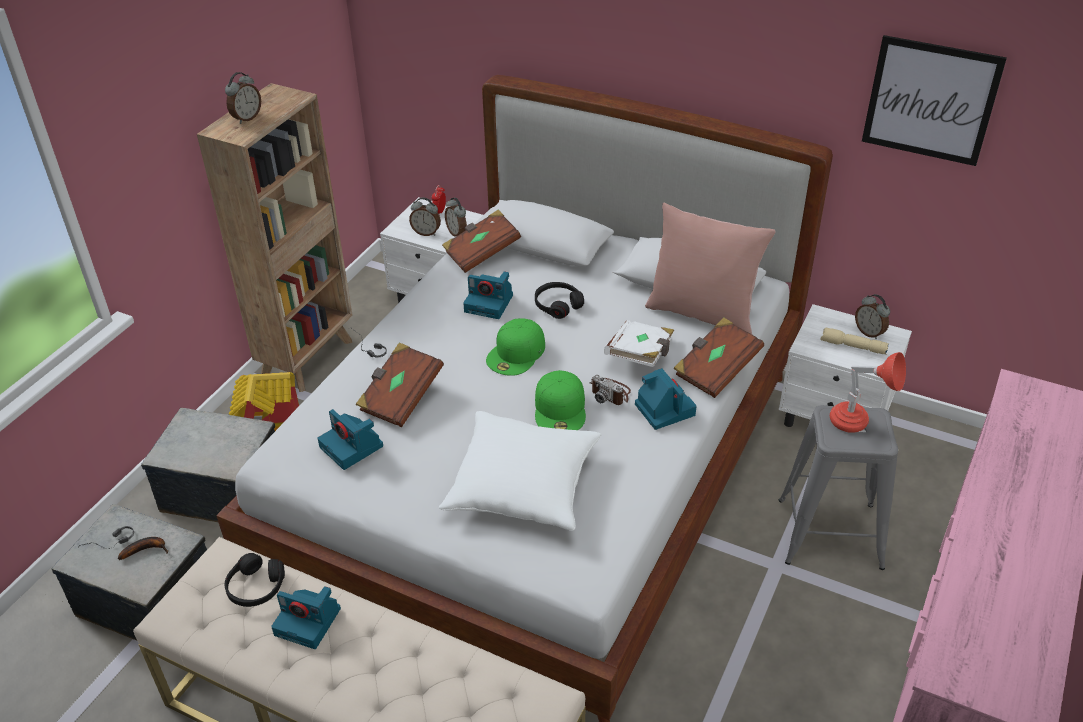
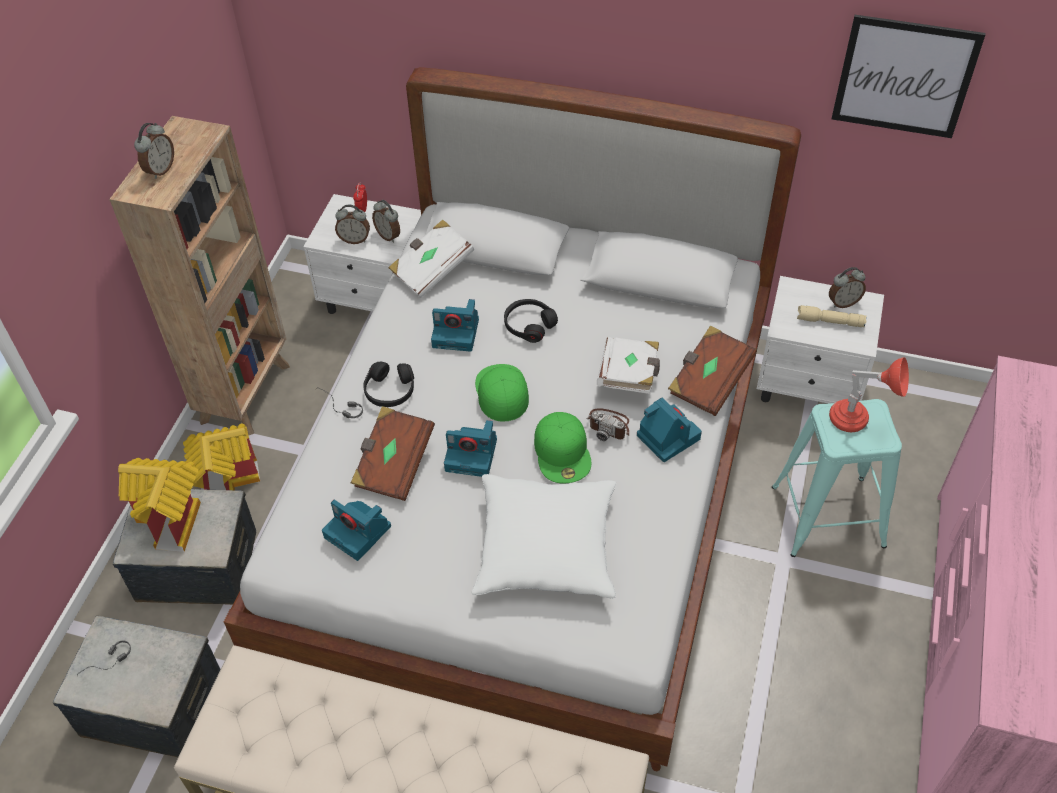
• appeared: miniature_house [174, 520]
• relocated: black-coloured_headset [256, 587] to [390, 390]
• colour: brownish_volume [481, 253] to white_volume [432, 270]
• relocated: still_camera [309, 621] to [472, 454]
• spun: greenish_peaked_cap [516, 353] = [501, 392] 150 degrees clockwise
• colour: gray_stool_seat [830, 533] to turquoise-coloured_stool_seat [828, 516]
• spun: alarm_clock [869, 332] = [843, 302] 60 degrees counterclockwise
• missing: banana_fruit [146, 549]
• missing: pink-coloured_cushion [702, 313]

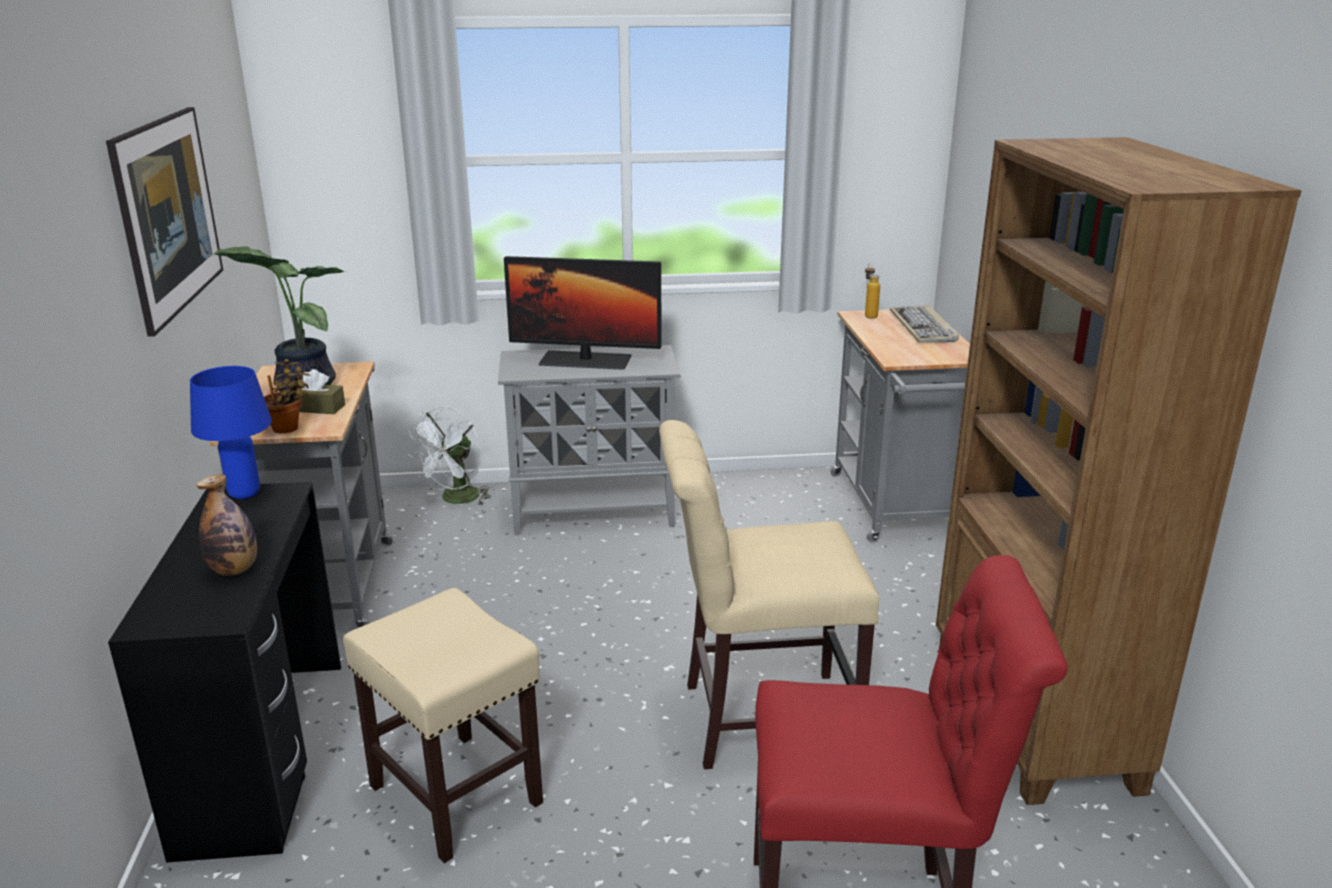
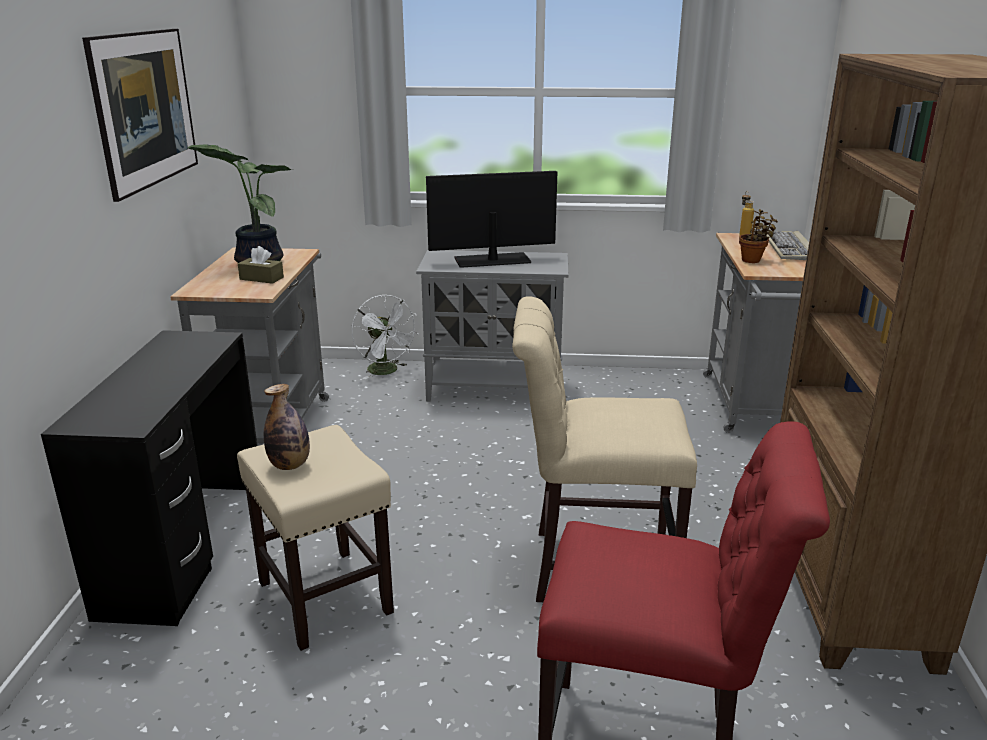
• relocated: drink_bottle [234, 570] to [290, 465]
• spun: white_fan [456, 500] = [387, 371] 75 degrees counterclockwise
• spun: computer_display [585, 360] = [492, 260] 150 degrees clockwise
• relocated: plant_in_a_pot [289, 428] to [753, 260]
• missing: blue-coloured_tabletop_lamp [245, 493]

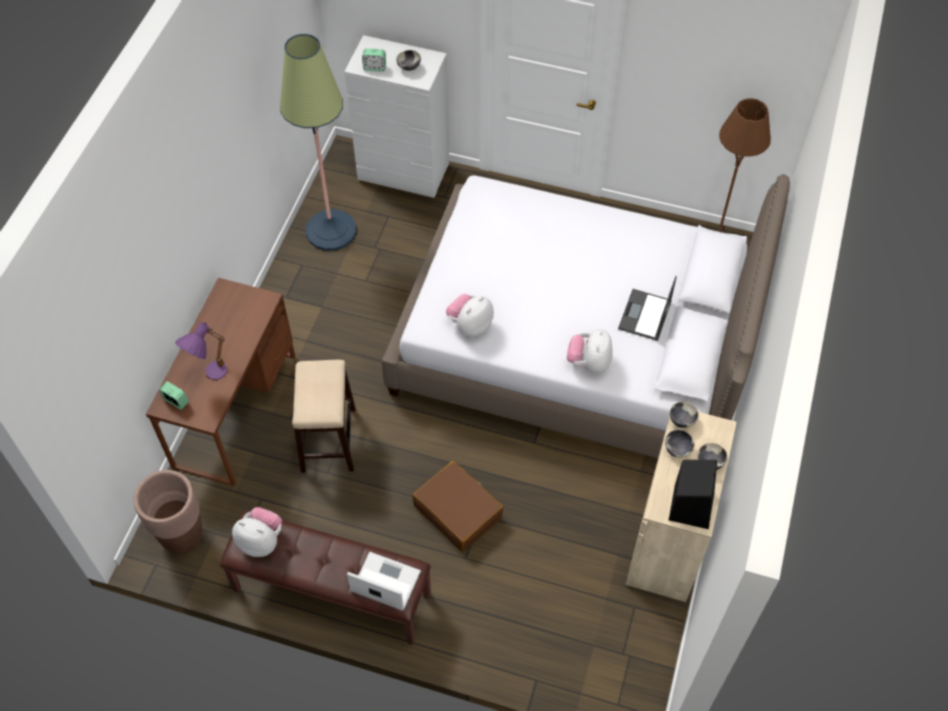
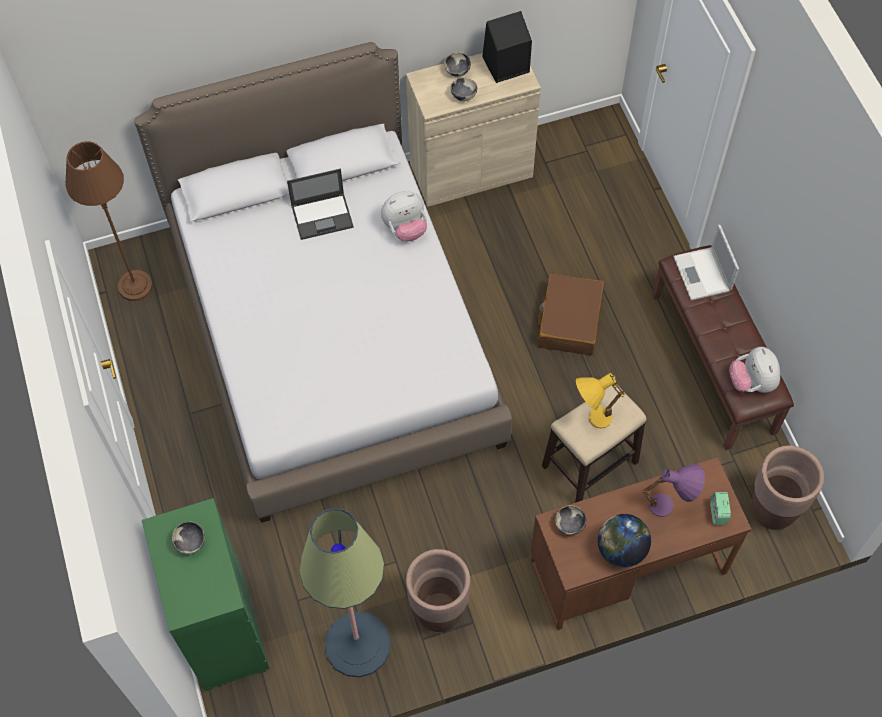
• colour: white_dresser [404, 172] to greenish_dresser [224, 629]
• appeared: brownish_planter [438, 612]
• relocated: deep_dish [682, 420] to [569, 525]
• appeared: yellow-coloured_tabletop_lamp [591, 419]
• appeared: desk_globe [621, 549]
• missing: alarm_clock [374, 67]
• missing: cuddly_toy [470, 325]

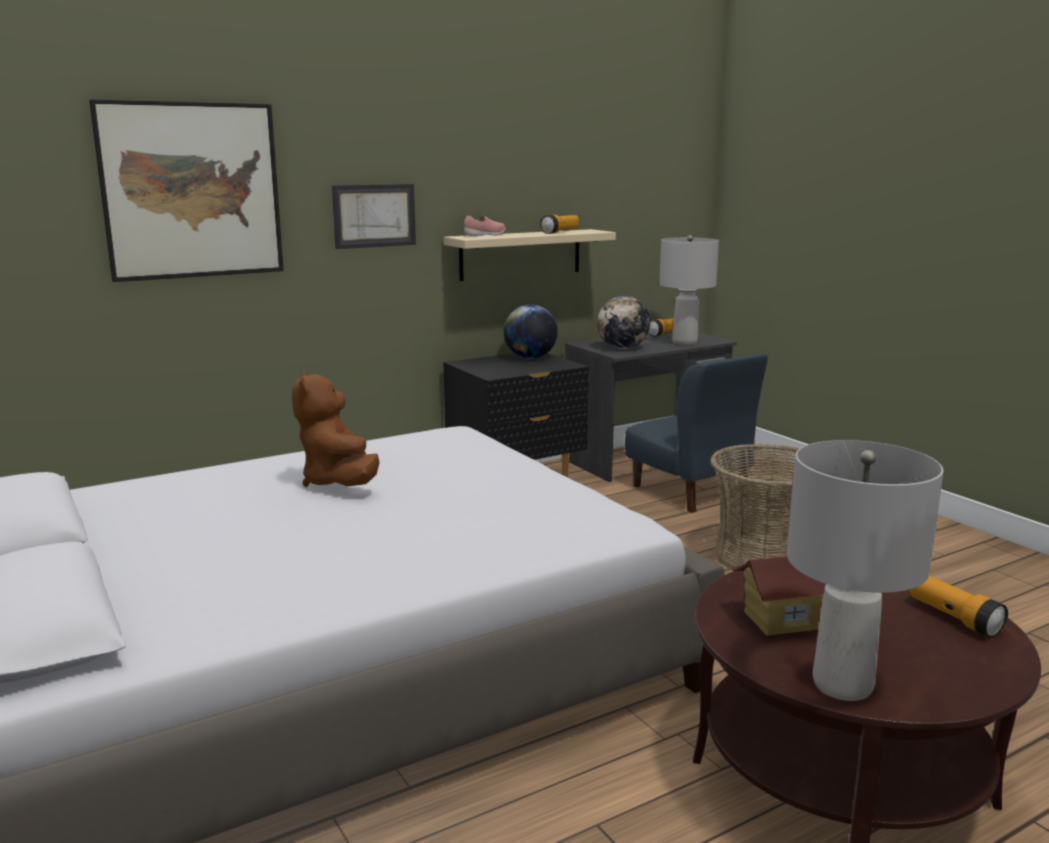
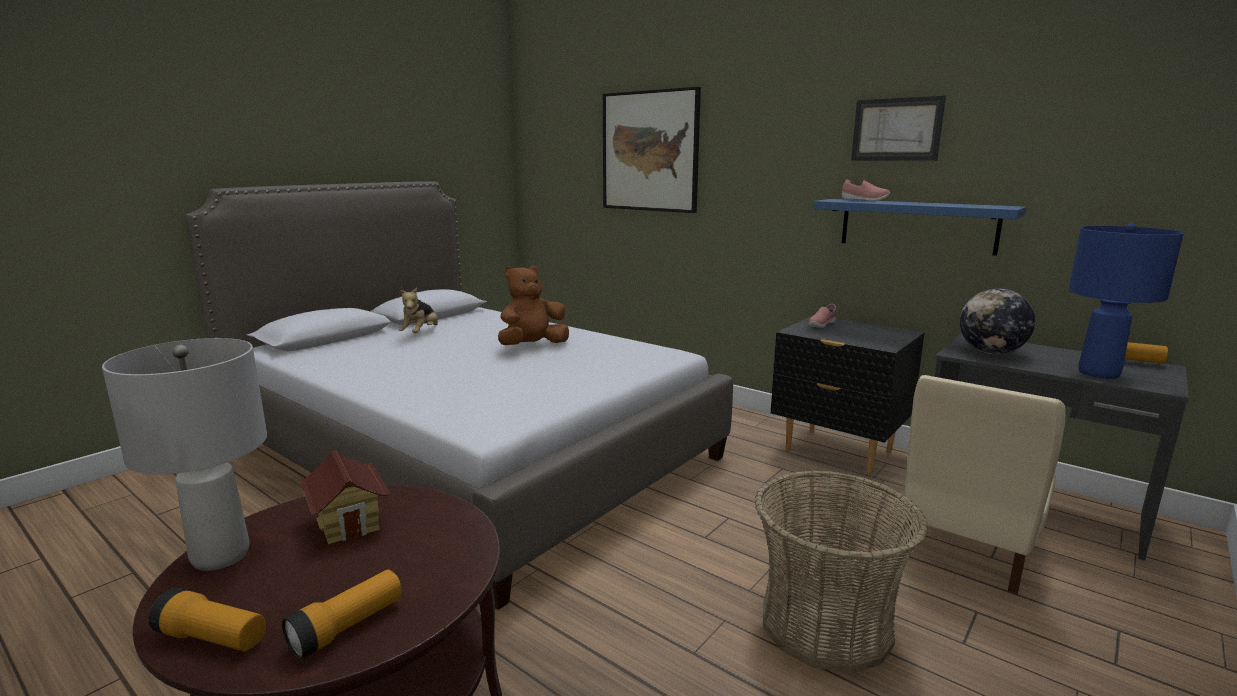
• relocated: flashlight [560, 232] to [212, 638]
• appeared: cuddly_toy [421, 333]
• appeared: pink-coloured_item_of_footwear [821, 325]
• colour: sand-coloured_bracket_shelf [520, 254] to blue-coloured_bracket_shelf [917, 225]
• relocated: picture [374, 215] to [896, 129]
• colour: blue-coloured_chair [690, 491] to sand-coloured_chair [966, 547]
• colour: gray_tabletop_lamp [685, 342] to blue-coloured_tabletop_lamp [1099, 373]
• missing: desk_globe [530, 358]

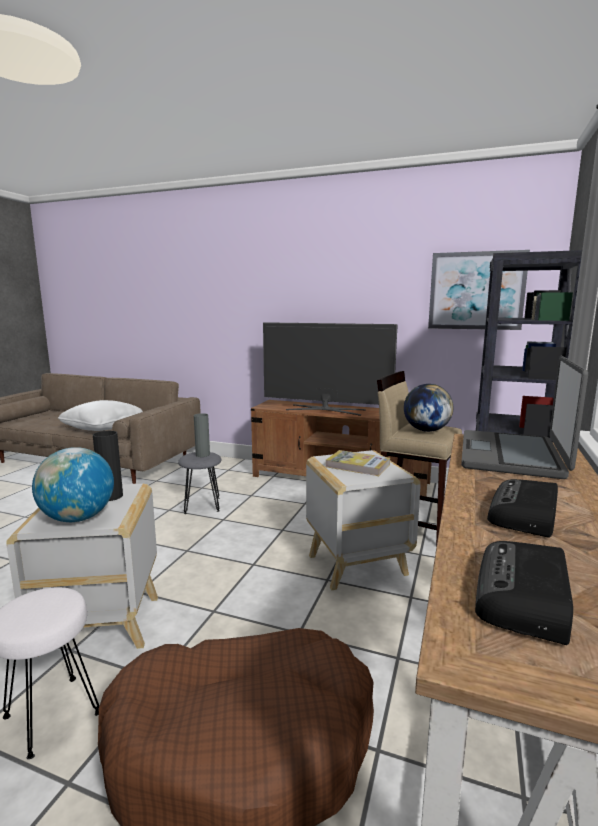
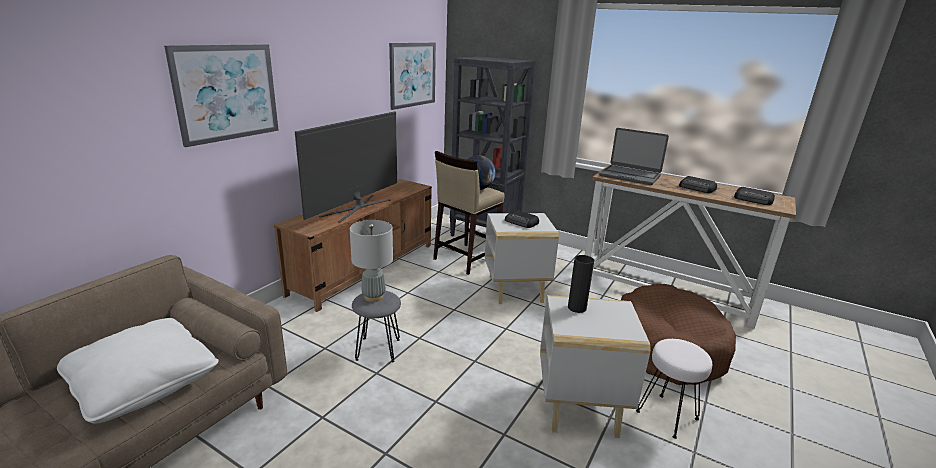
• appeared: picture [227, 93]
• exchanged: gray_flower_vase [202, 455] to gray_tabletop_lamp [374, 297]
• exchanged: volume [357, 466] to radio_receiver [521, 222]
• missing: desk_globe [78, 518]

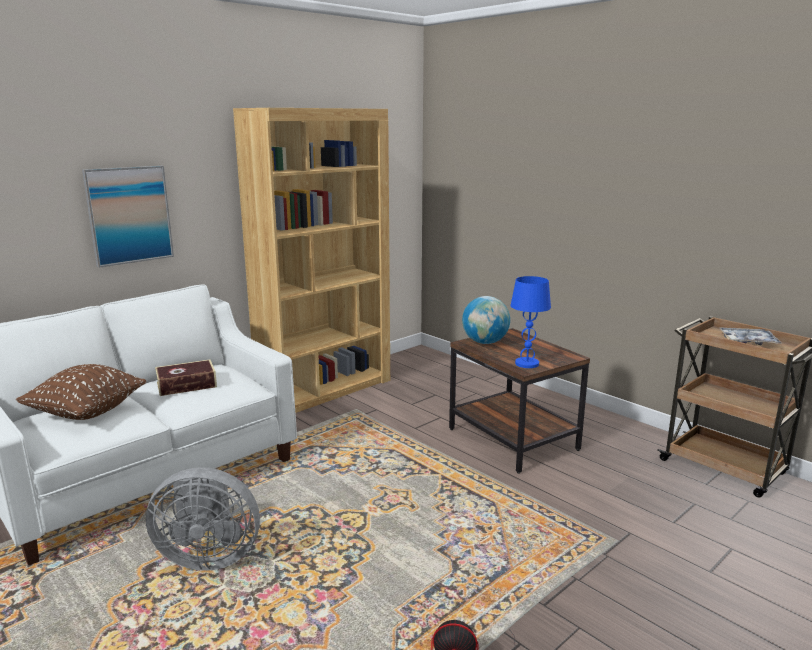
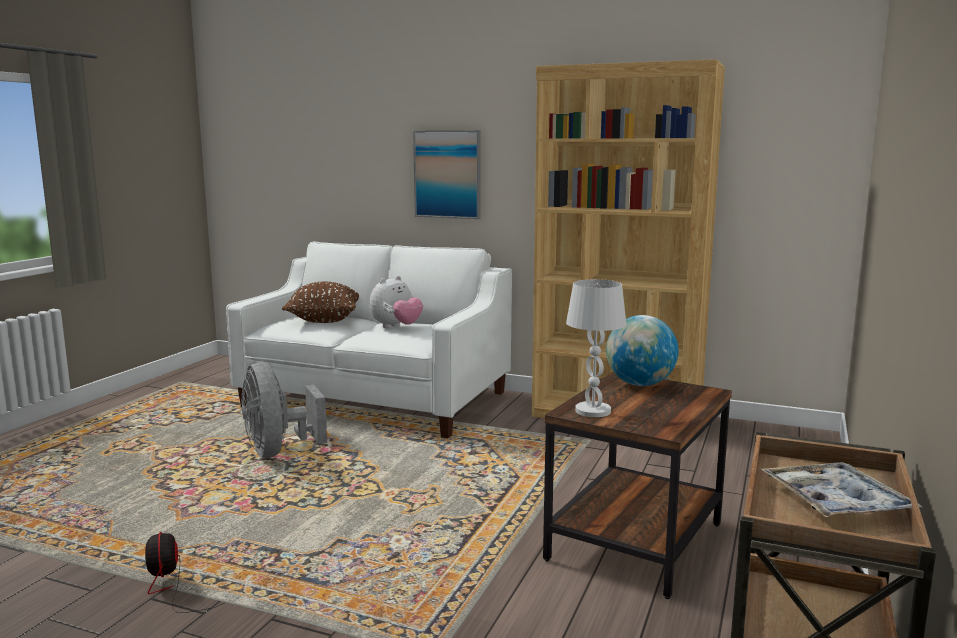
• exchanged: volume [186, 385] to cuddly_toy [396, 327]
• colour: blue-coloured_tabletop_lamp [526, 364] to white_tabletop_lamp [592, 411]

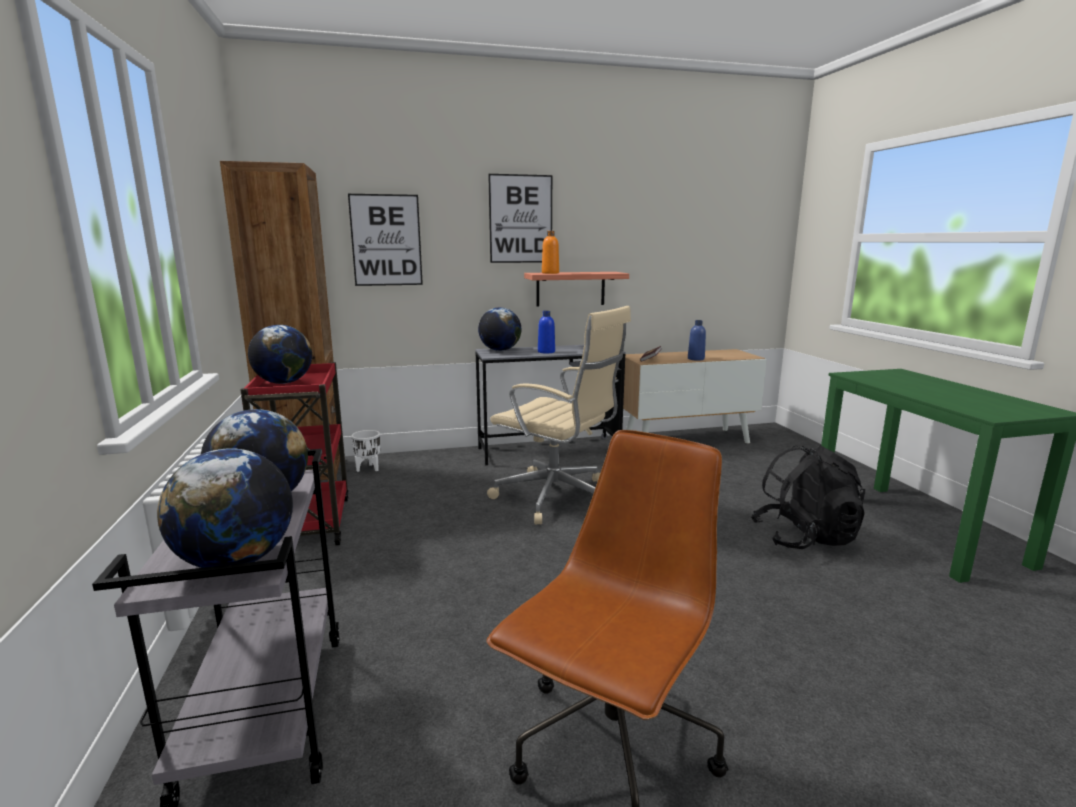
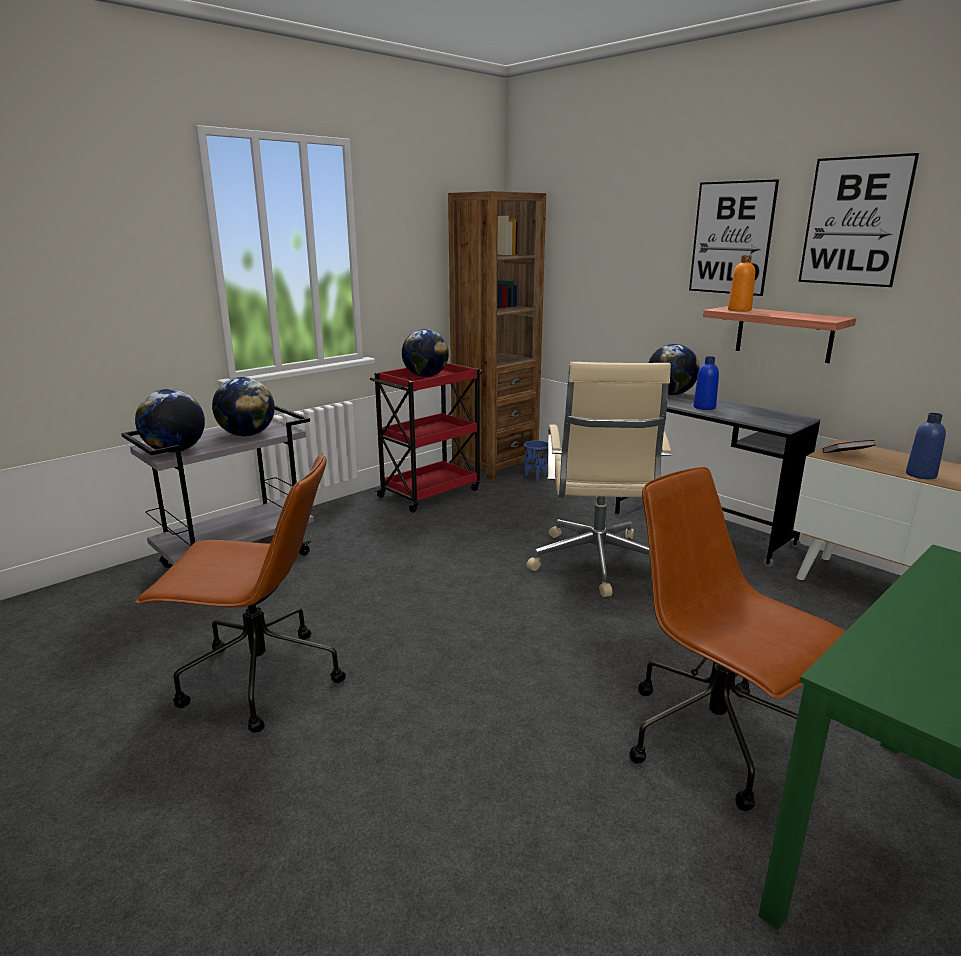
• colour: white_planter [368, 469] to blue-coloured_planter [535, 477]
• exchanged: black-coloured_backpack [804, 538] to brownish_office_chair [716, 741]
• relocated: picture [386, 240] to [854, 222]

